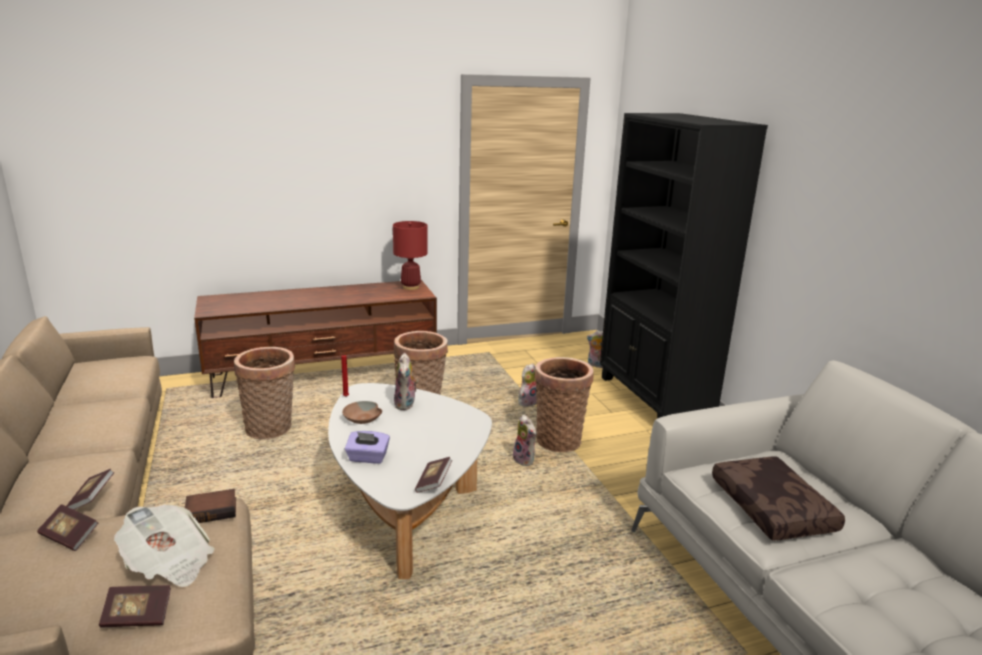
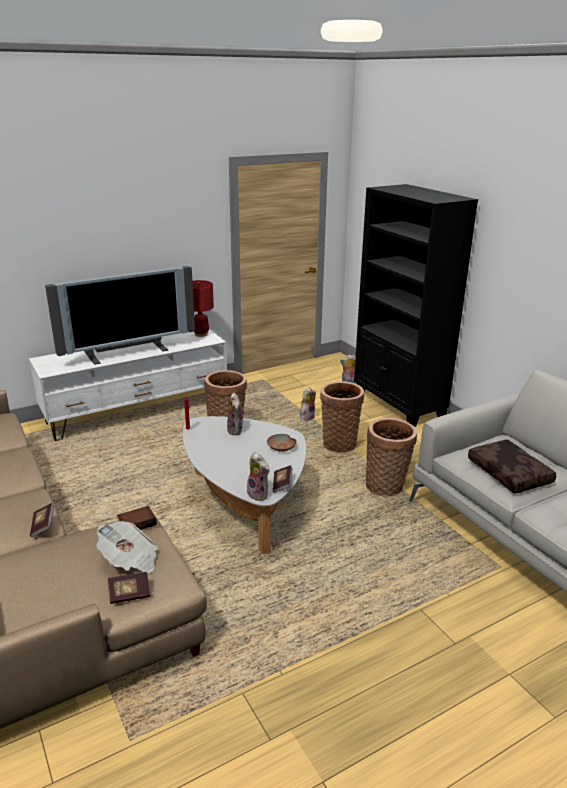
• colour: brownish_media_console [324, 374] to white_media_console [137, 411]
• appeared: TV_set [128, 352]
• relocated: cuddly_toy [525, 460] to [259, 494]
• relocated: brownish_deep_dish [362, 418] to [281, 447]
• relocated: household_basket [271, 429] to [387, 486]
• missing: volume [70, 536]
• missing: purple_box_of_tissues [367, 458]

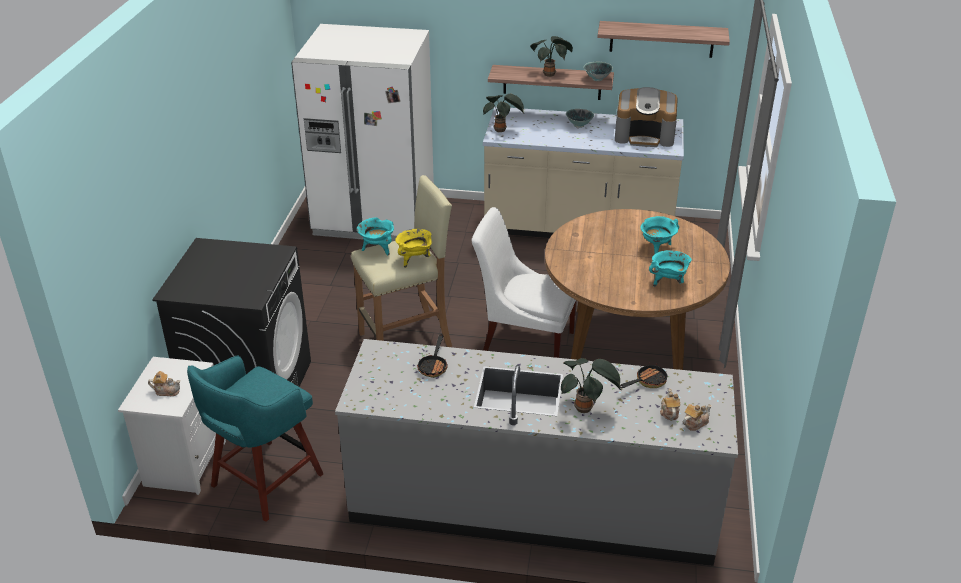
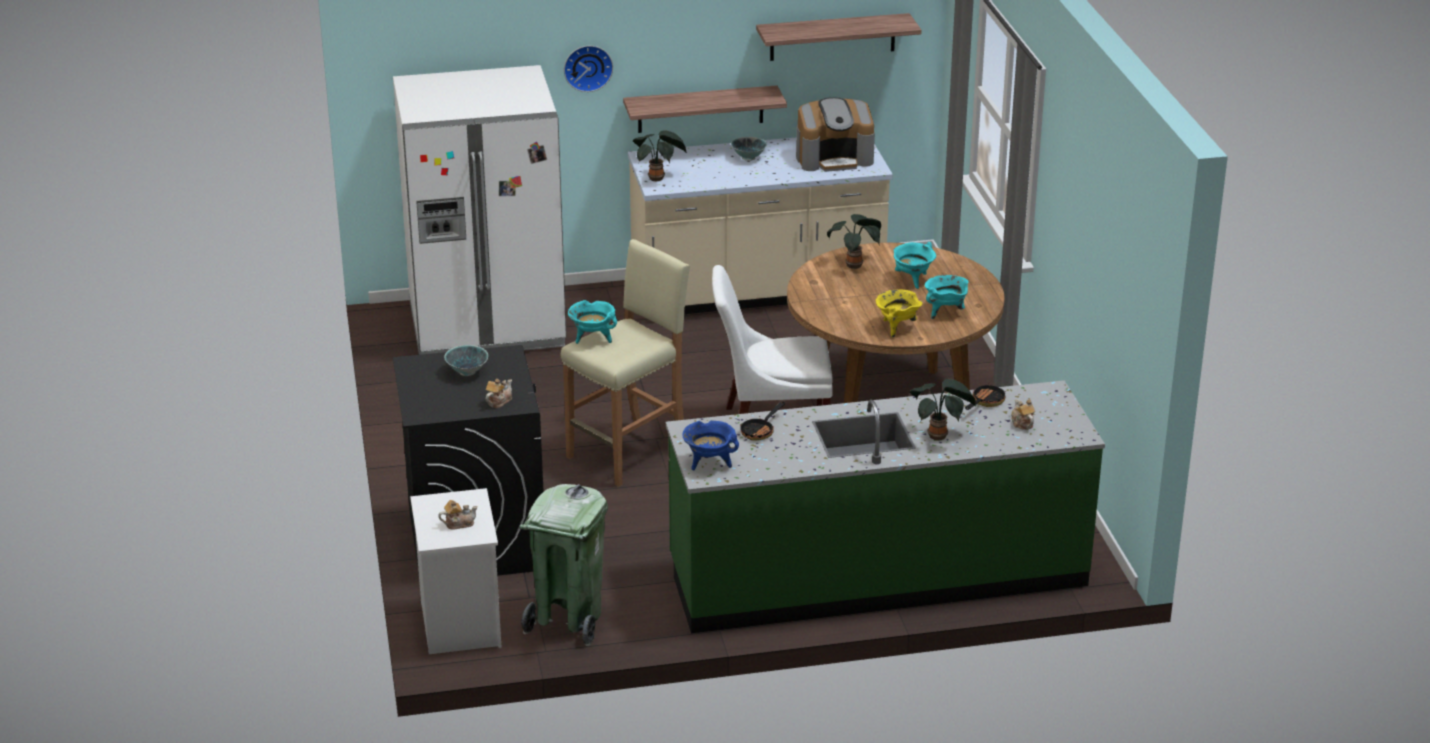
• relocated: deep_dish [597, 79] to [467, 372]
• relocated: tea_pot [695, 423] to [498, 401]
• exchanged: turquoise-coloured_stool_seat [264, 482] to greenish_waste_bin [568, 620]
• appeared: hanging_clock [587, 67]
• colour: gray_counter [533, 503] to greenish_counter [877, 575]
• appeared: blue-coloured_saucepot [709, 463]
• spun: skillet [433, 366] = [760, 431] 45 degrees clockwise
• relocated: plant_in_a_pot [550, 74] to [855, 265]
• relocated: yellow-coloured_saucepot [415, 260] to [897, 328]

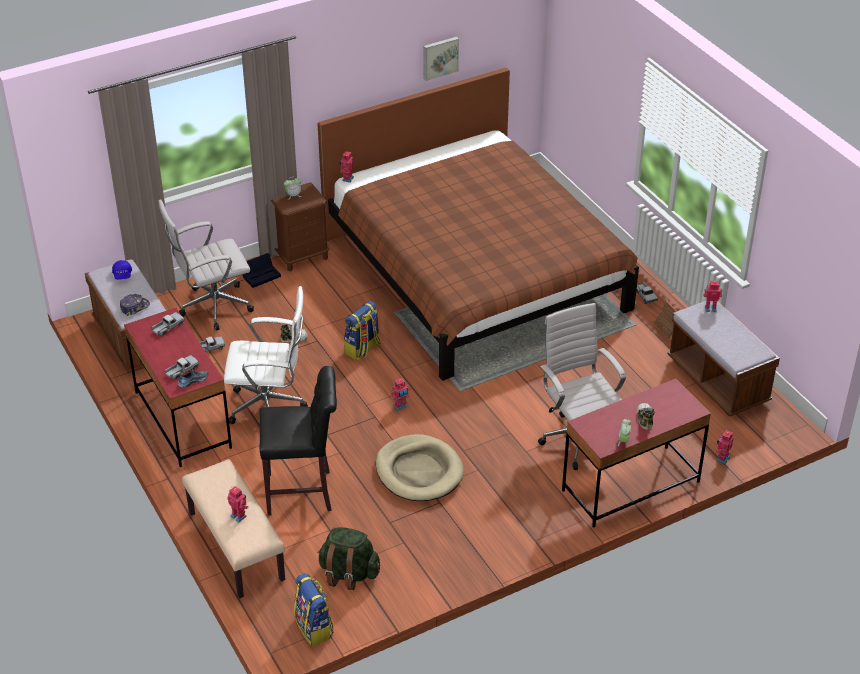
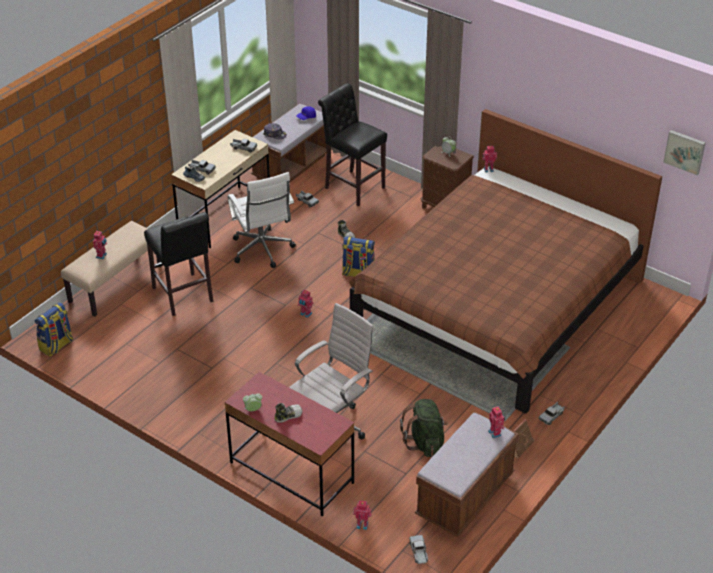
• colour: red-coloured_desk_unit [182, 420] to sand-coloured_desk_unit [225, 216]
• exchanged: white_office_chair [212, 307] to black-coloured_stool_seat [352, 187]
• relocated: greenish_backpack [348, 574] to [425, 442]
• appeared: toy_lorry [419, 552]
• relocated: picture [440, 57] to [685, 151]
• missing: black-coloured_storage_box [261, 275]
• missing: sand-coloured_dog_cushion [419, 471]

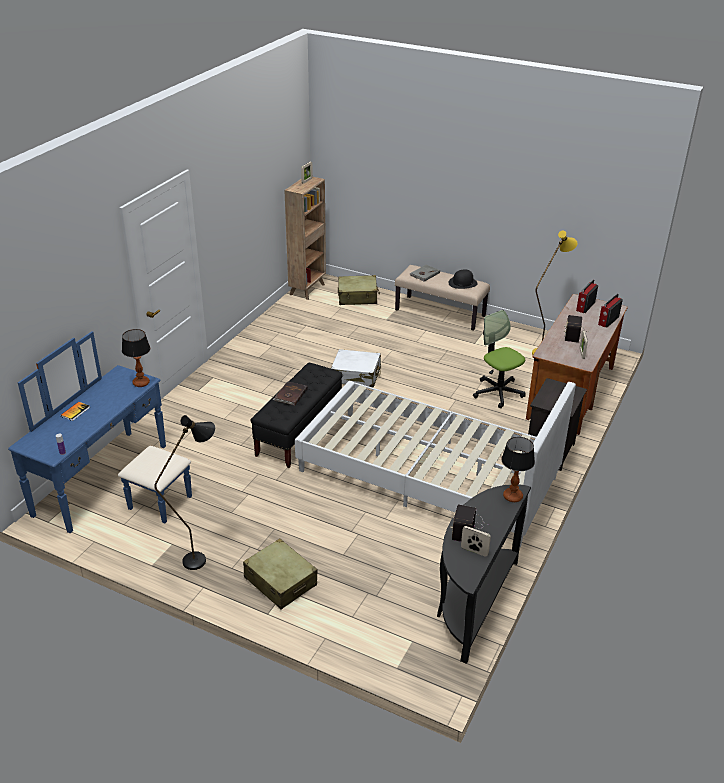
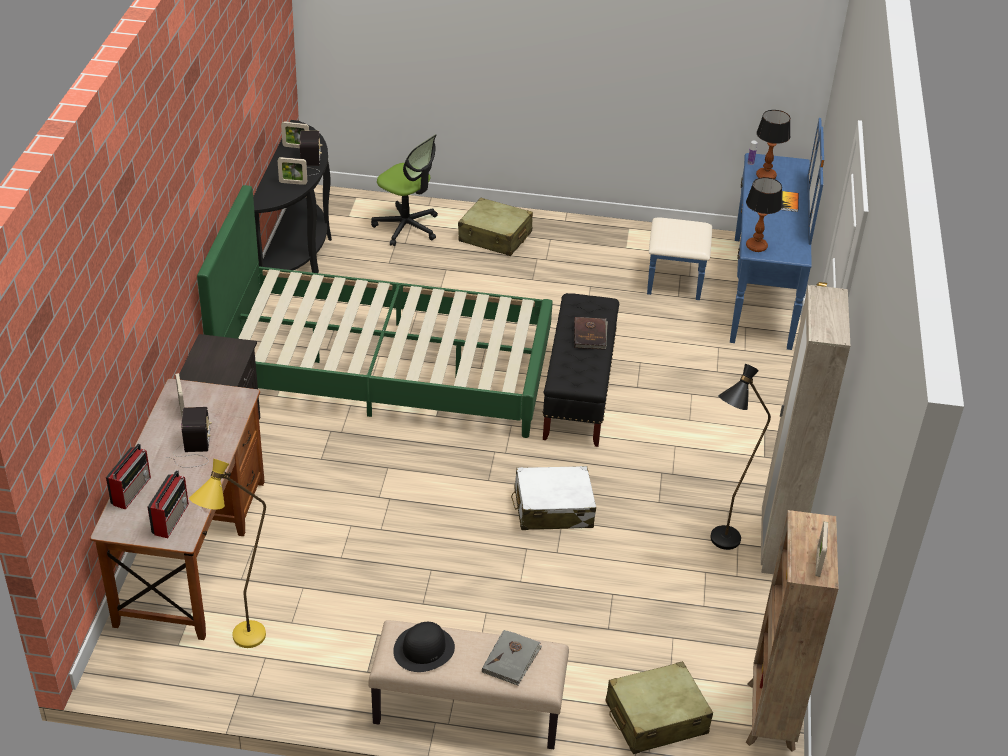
• colour: white_bedroom_bed [427, 475] to greenish_bedroom_bed [384, 370]
• appeared: photo_frame [293, 183]
• relocated: office_chair [498, 392] to [407, 227]
• relocated: black-coloured_standard_lamp [202, 558] to [718, 545]
• relocated: tabletop_lamp [512, 497] to [766, 176]
• appeared: sand-coloured_wardrobe [777, 544]

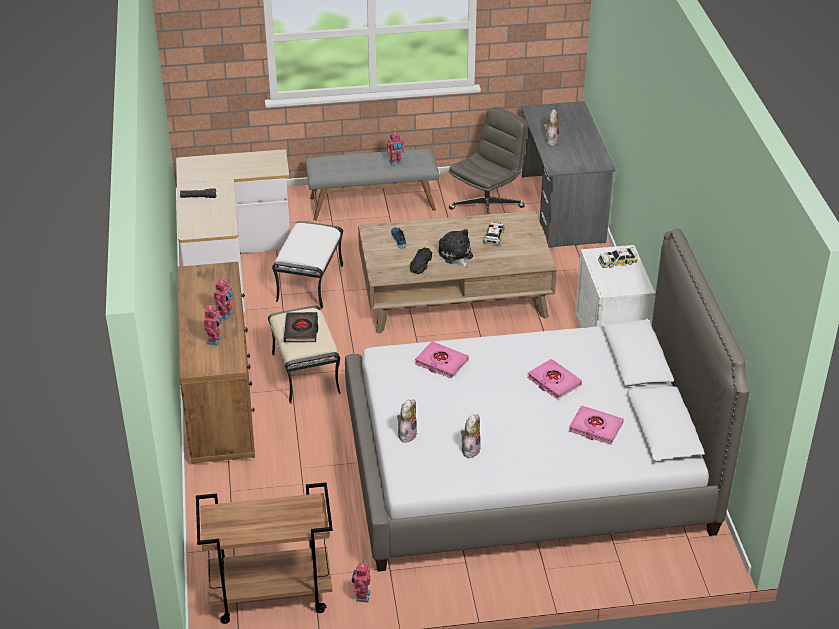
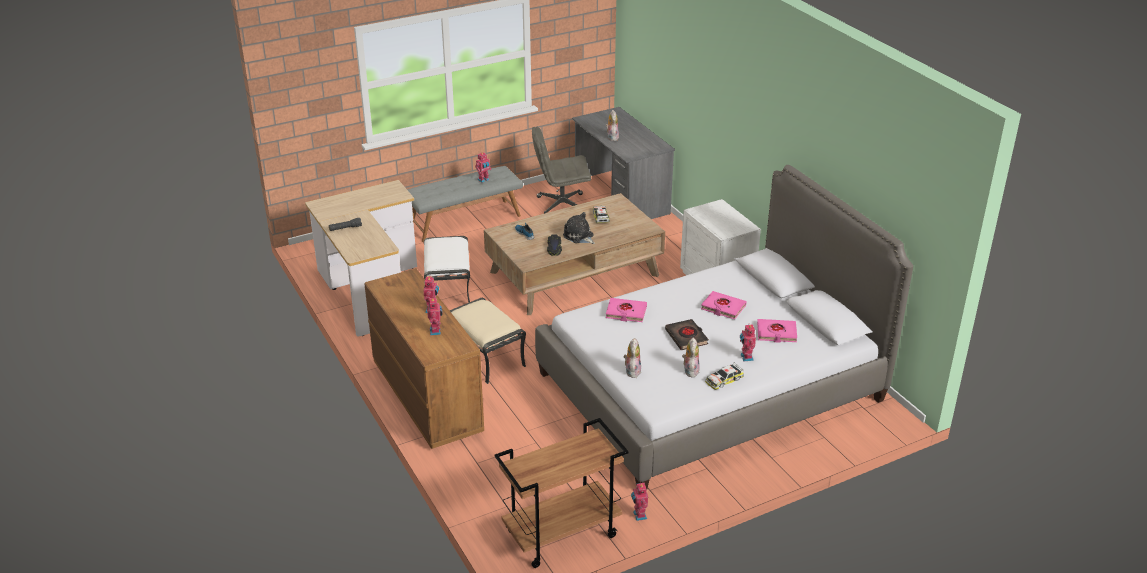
• spun: gray_office_chair [487, 207] = [561, 206] 120 degrees counterclockwise
• relocated: black-coloured_volume [301, 330] to [686, 337]
• relocated: miniature_car [617, 261] to [724, 380]
• appeared: robot_figure [745, 357]

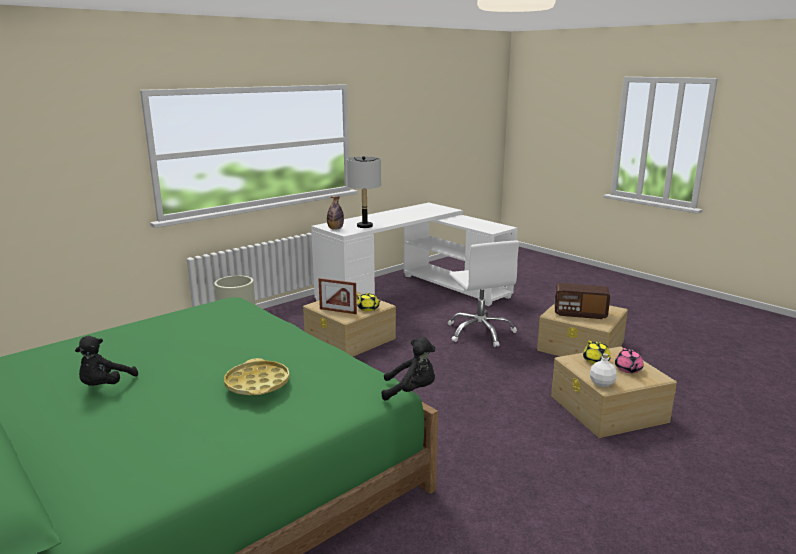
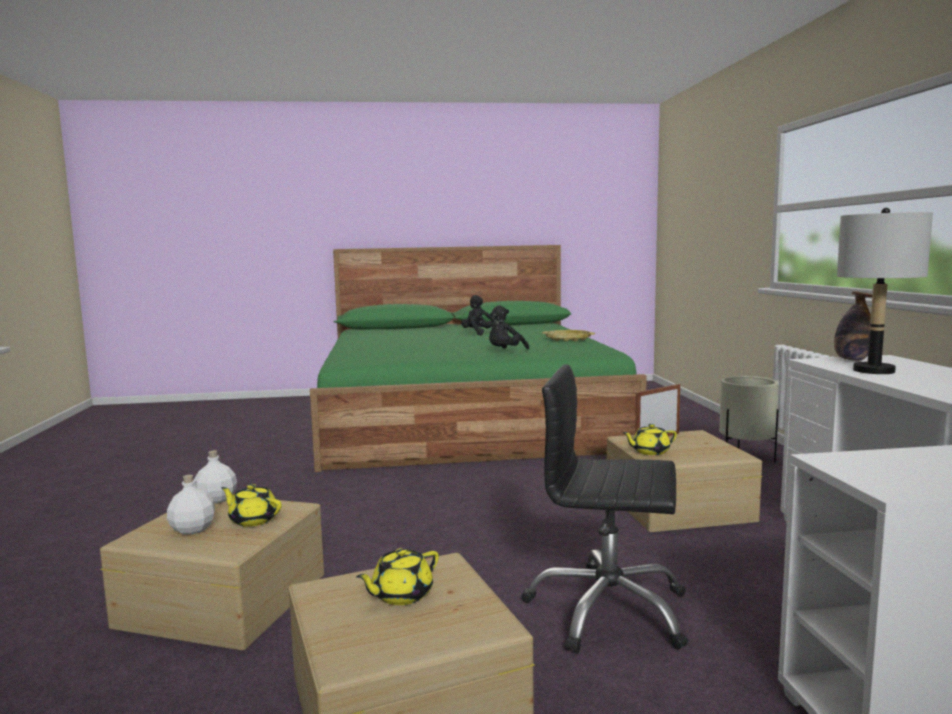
• exchanged: pink-coloured_tea_pot [628, 369] to white_drink_bottle [192, 529]
• exchanged: radio_receiver [580, 313] to yellow-coloured_tea_pot [401, 595]
• relocated: black-coloured_cuddly_toy [411, 391] to [505, 352]
• colour: white_office_chair [480, 332] to black-coloured_office_chair [608, 610]
• relocated: yellow-coloured_tray [257, 383] to [568, 339]

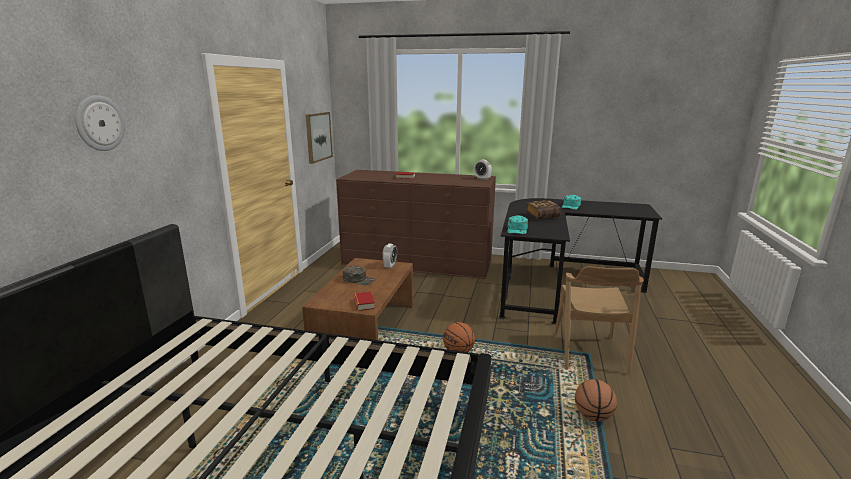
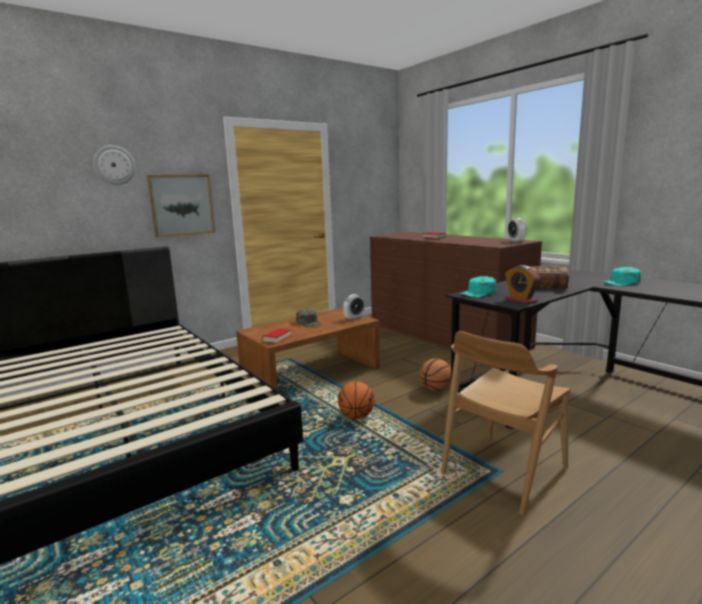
• relocated: picture [318, 137] to [182, 205]
• relocated: ball_for_basketball [593, 416] to [435, 390]
• appeared: alarm_clock [520, 300]

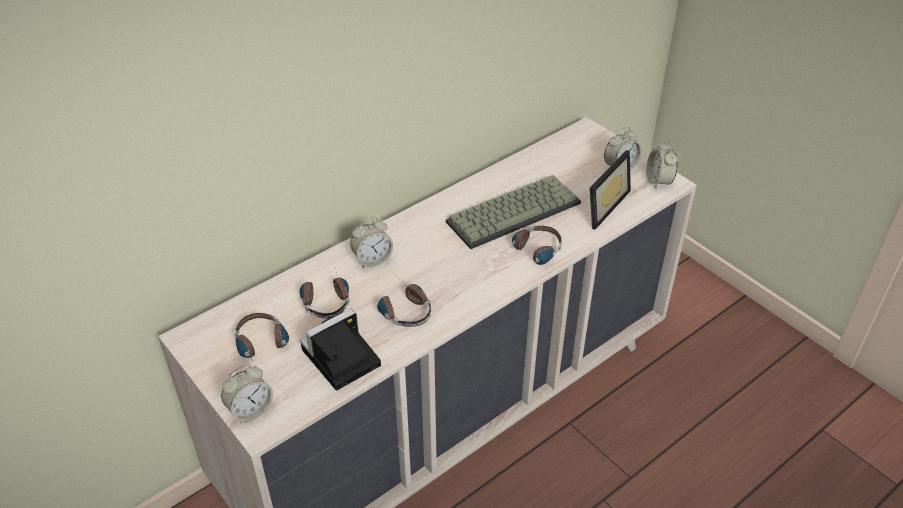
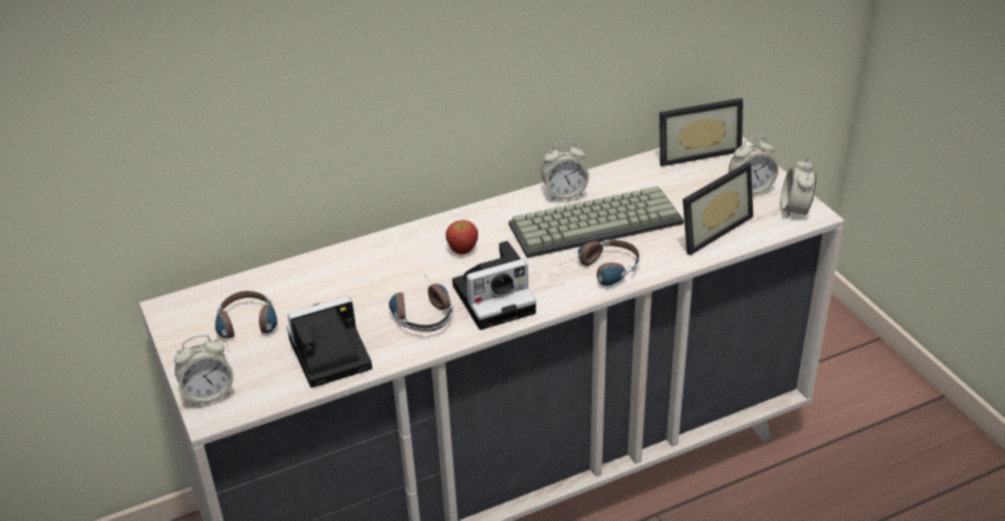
• appeared: apple [462, 249]
• appeared: still_camera [496, 297]
• relocated: alarm_clock [372, 259] to [564, 193]
• appeared: photo_frame [695, 151]
• missing: headset [325, 298]

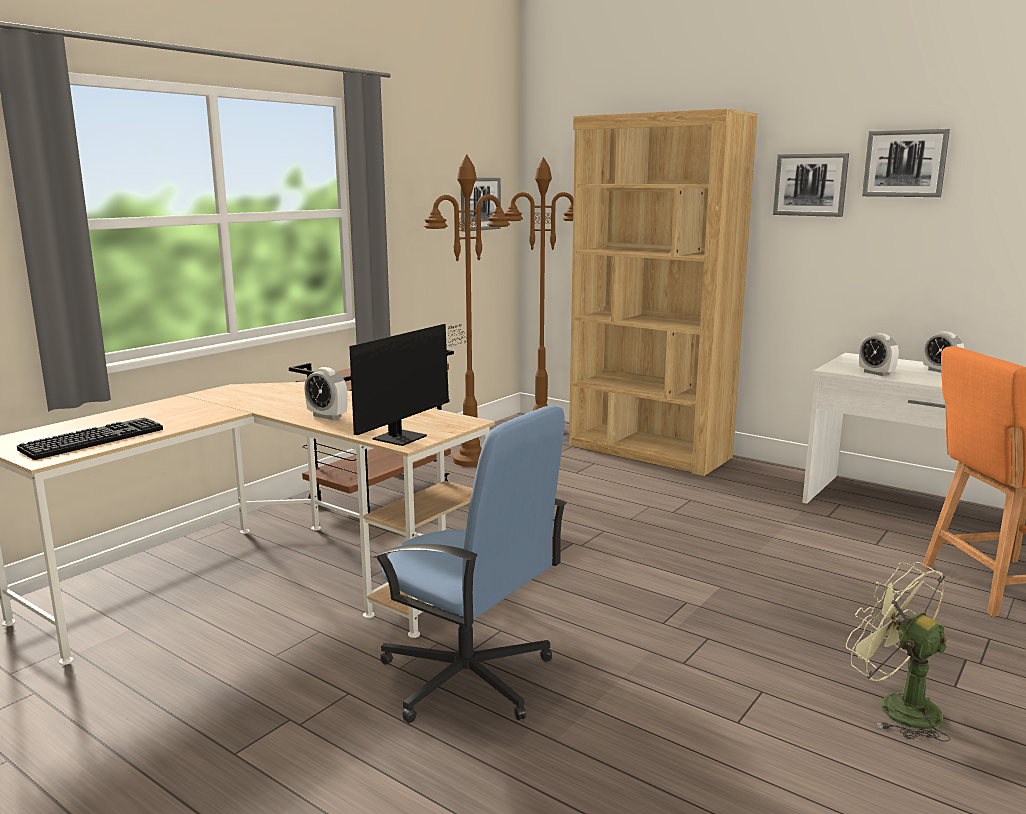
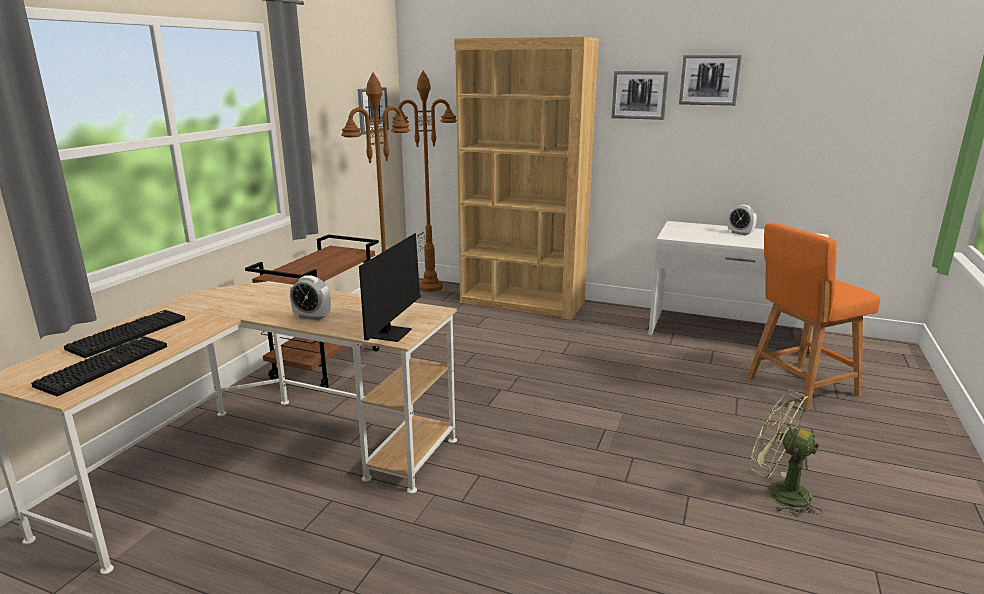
• appeared: PC_keyboard [128, 333]
• missing: blue-coloured_office_chair [468, 678]
• missing: alarm_clock [876, 373]

